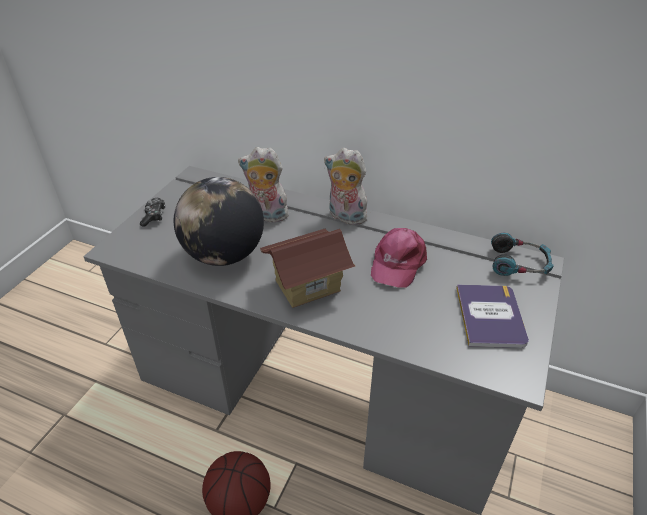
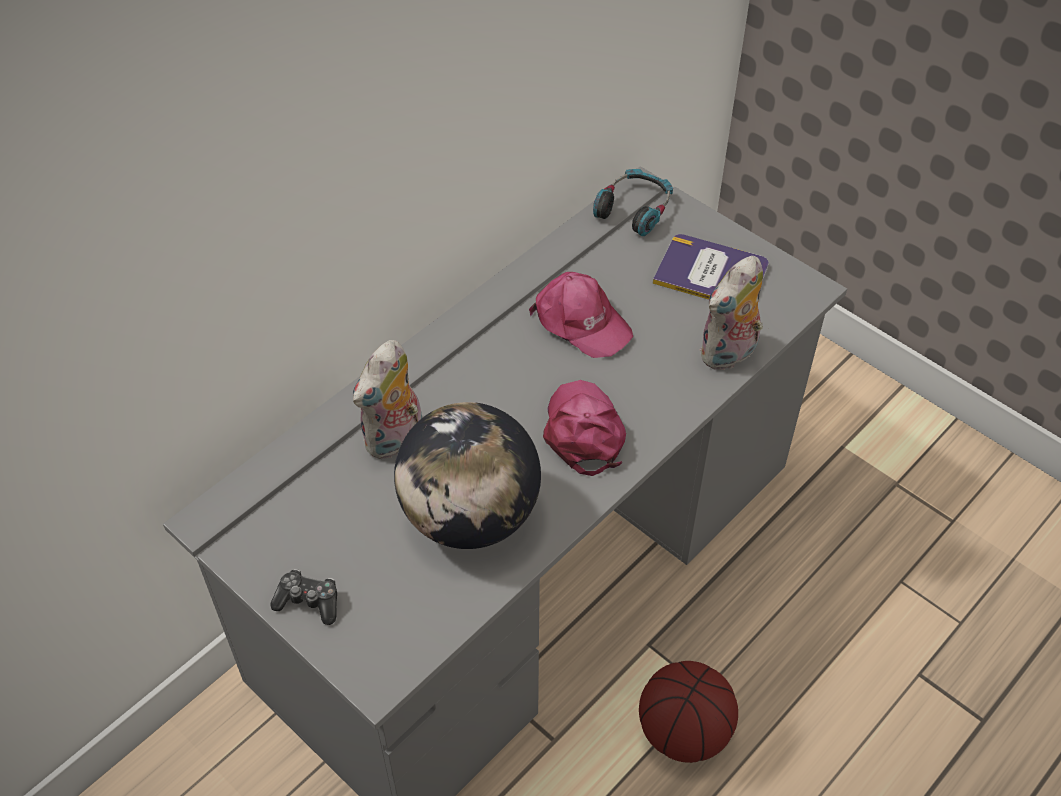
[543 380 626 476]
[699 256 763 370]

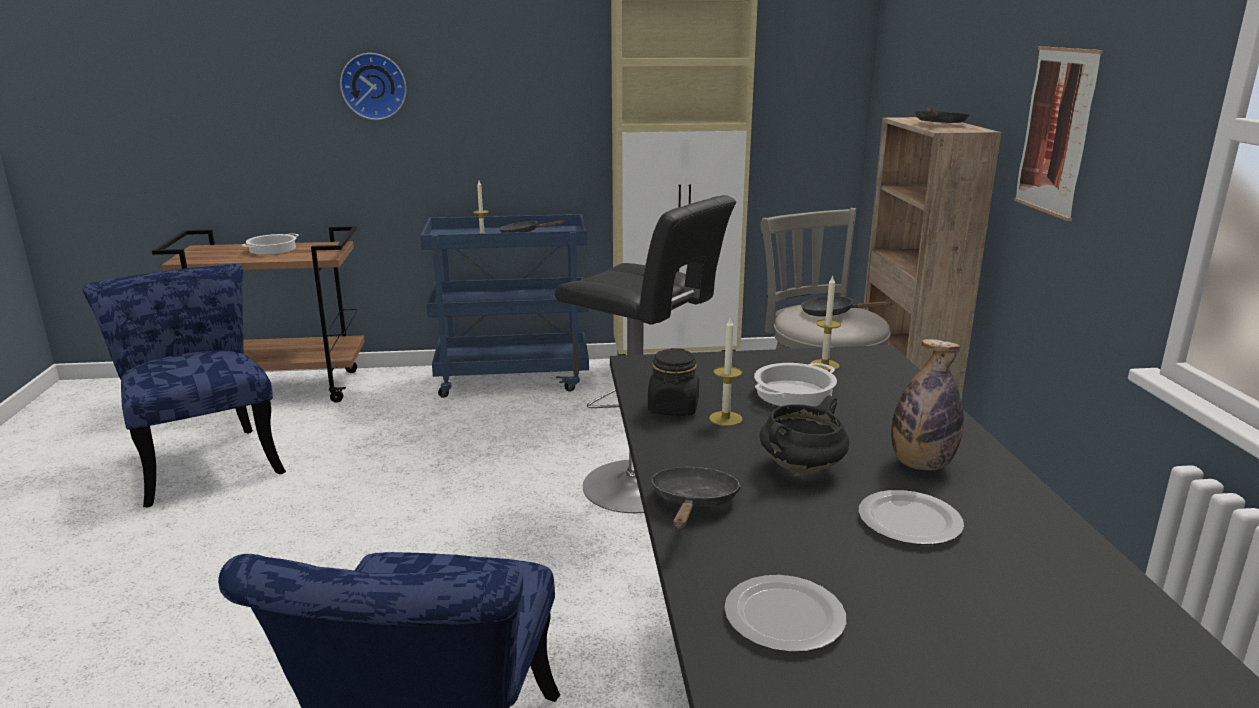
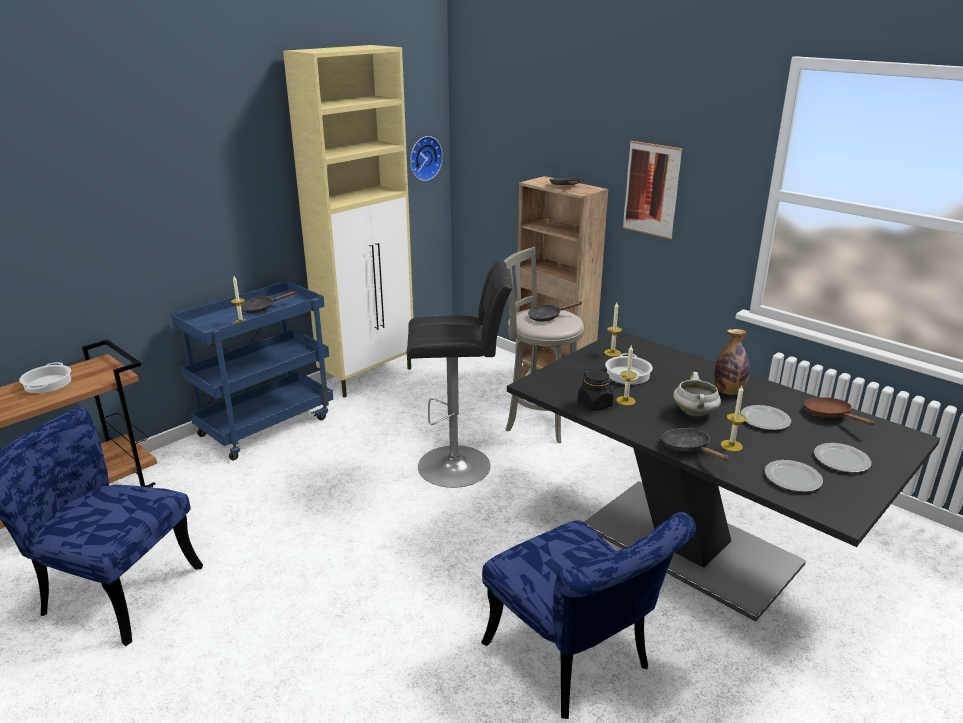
[410 136 443 181]
[673 372 721 416]
[721 386 746 452]
[804 397 875 425]
[814 443 871 473]

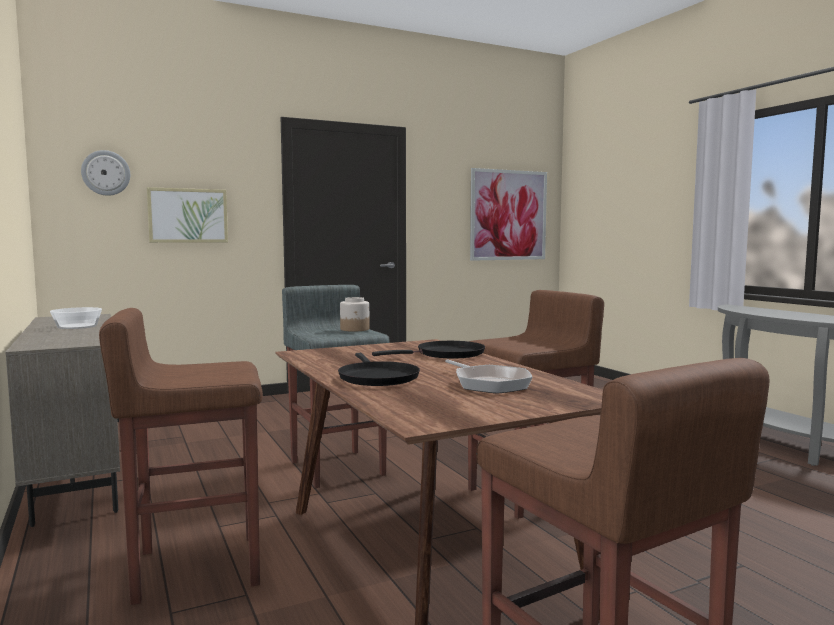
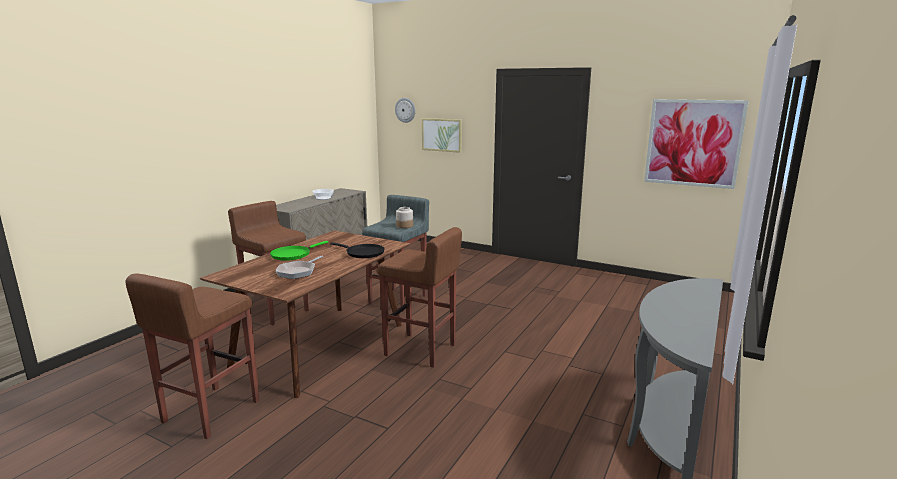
[270 241 328 261]

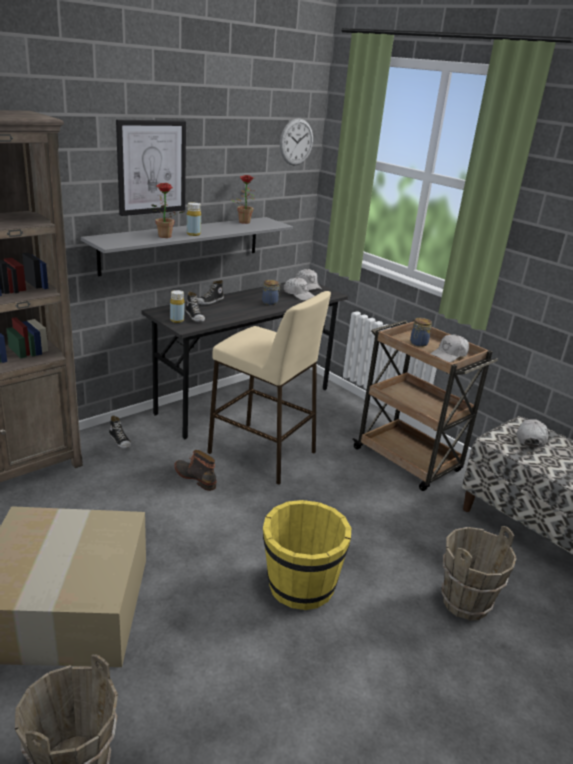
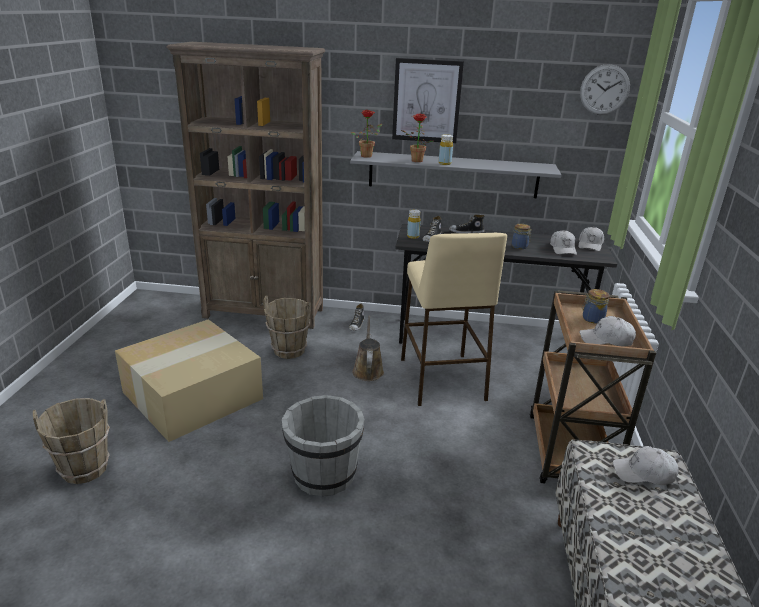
[263 296 311 359]
[282 395 365 497]
[351 110 382 158]
[352 316 384 381]
[613 446 679 485]

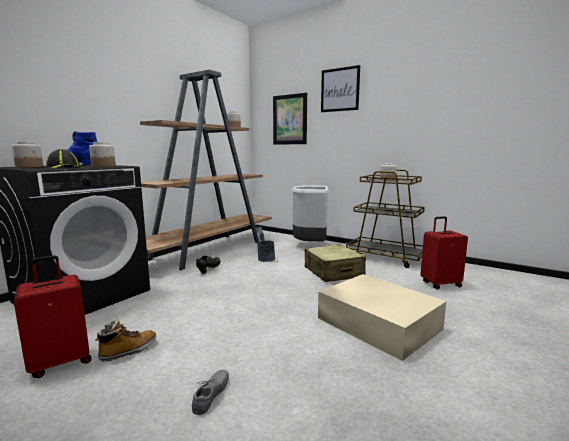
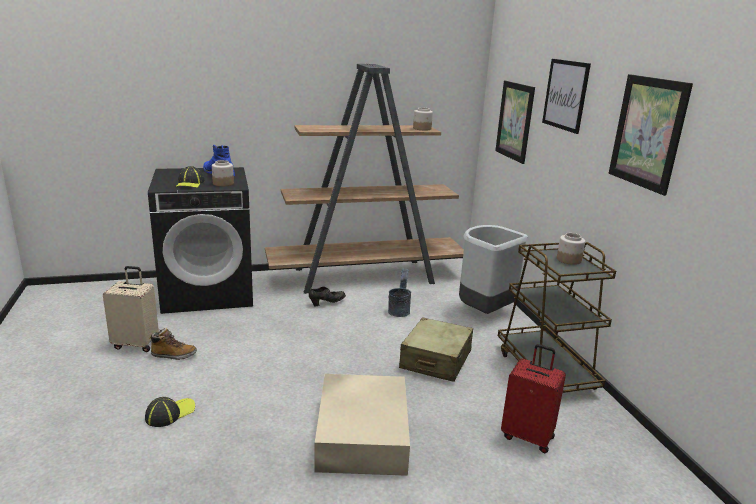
[103 266 159 352]
[145 397 195 427]
[609 74 693 196]
[12 141 43 168] (first image)

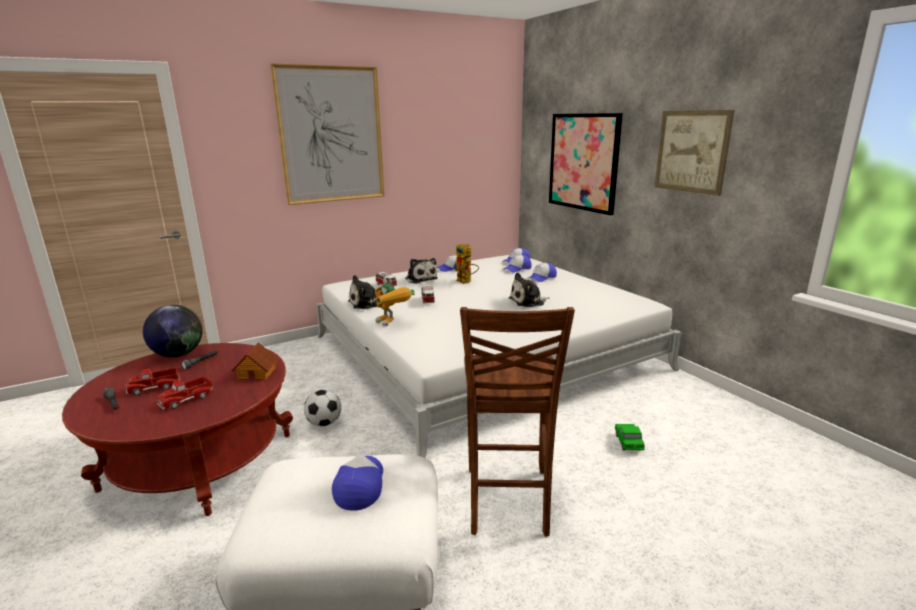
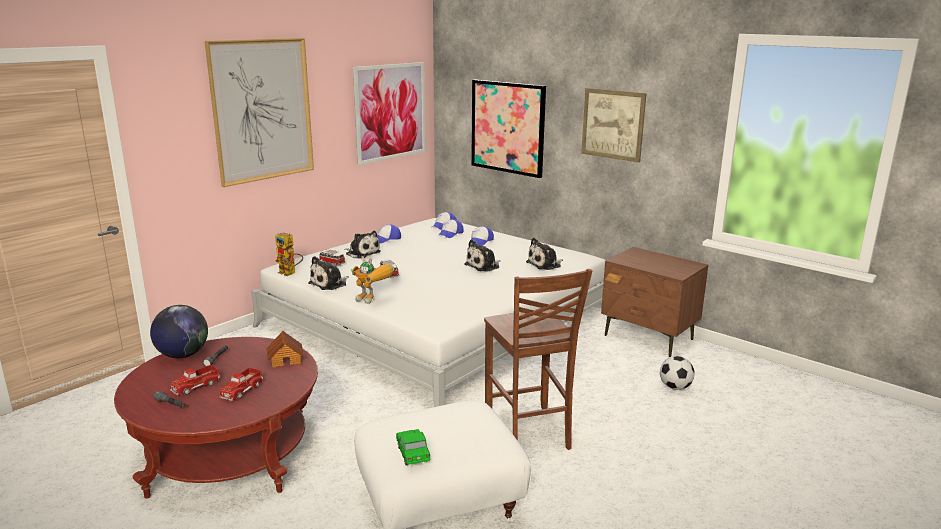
[275 233 303 276]
[353 62 425 165]
[396 429 431 465]
[526 238 563 270]
[601 247 708 357]
[660 356 695 390]
[332 454 383 511] (first image)

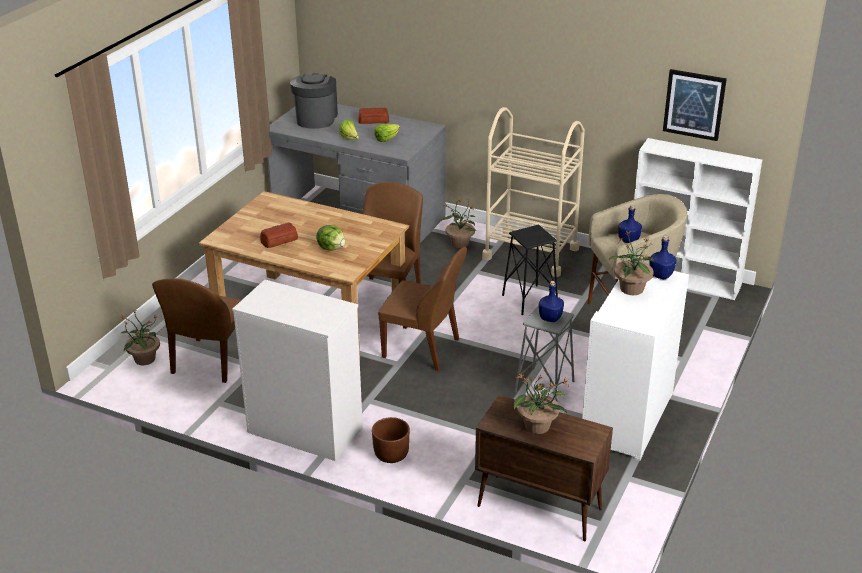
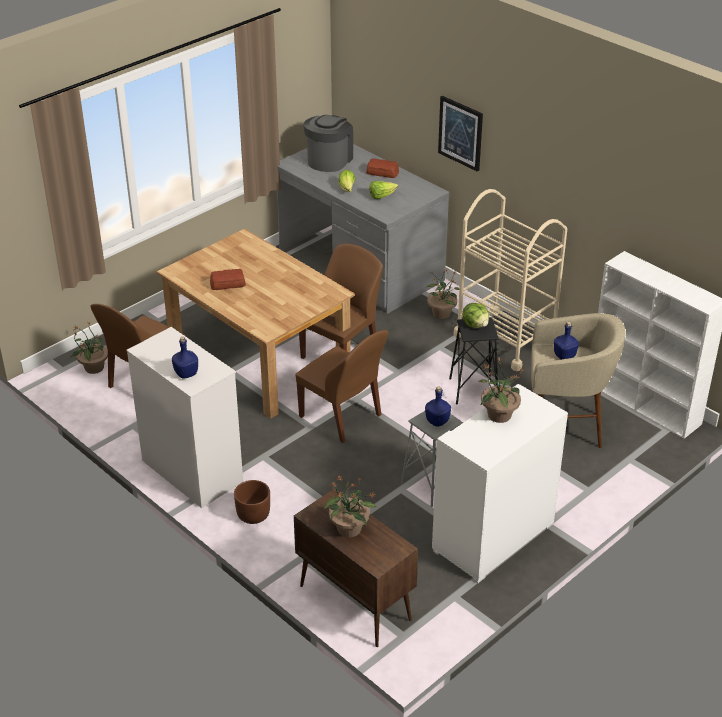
[172 337 198 379]
[438 96 483 172]
[462 303 489 328]

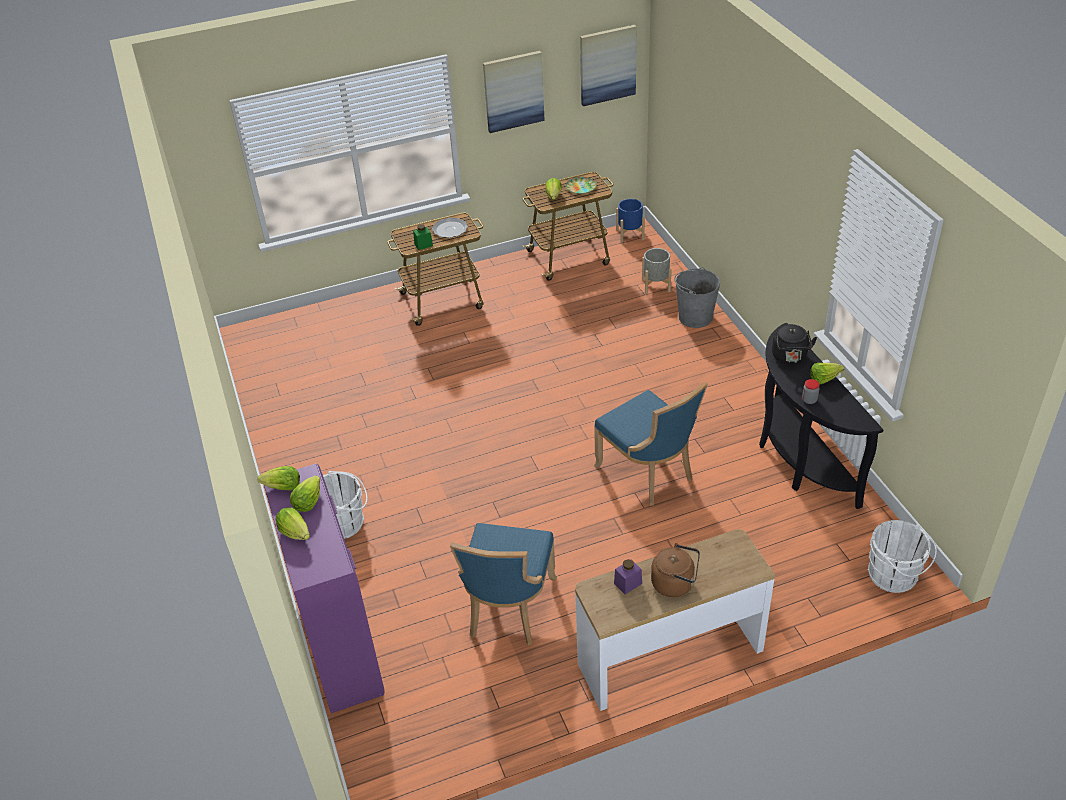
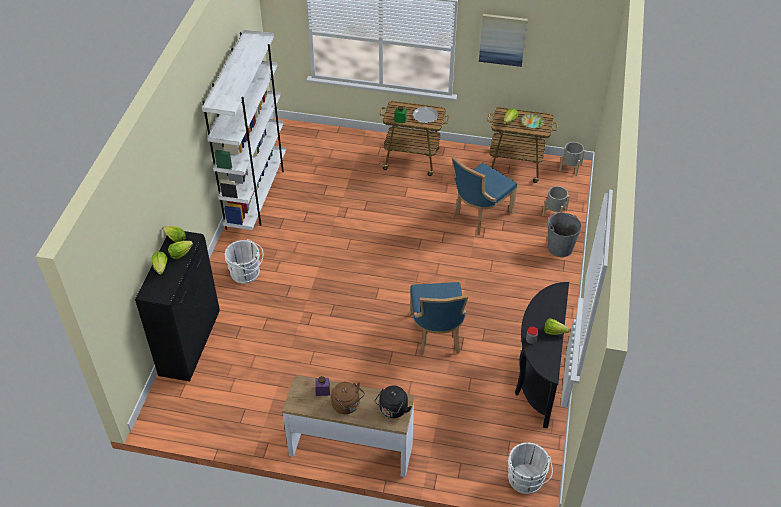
[135 231 220 381]
[202 30 286 230]
[375 386 412 418]
[452 156 517 235]
[559 142 585 176]
[580 25 637 106] (first image)

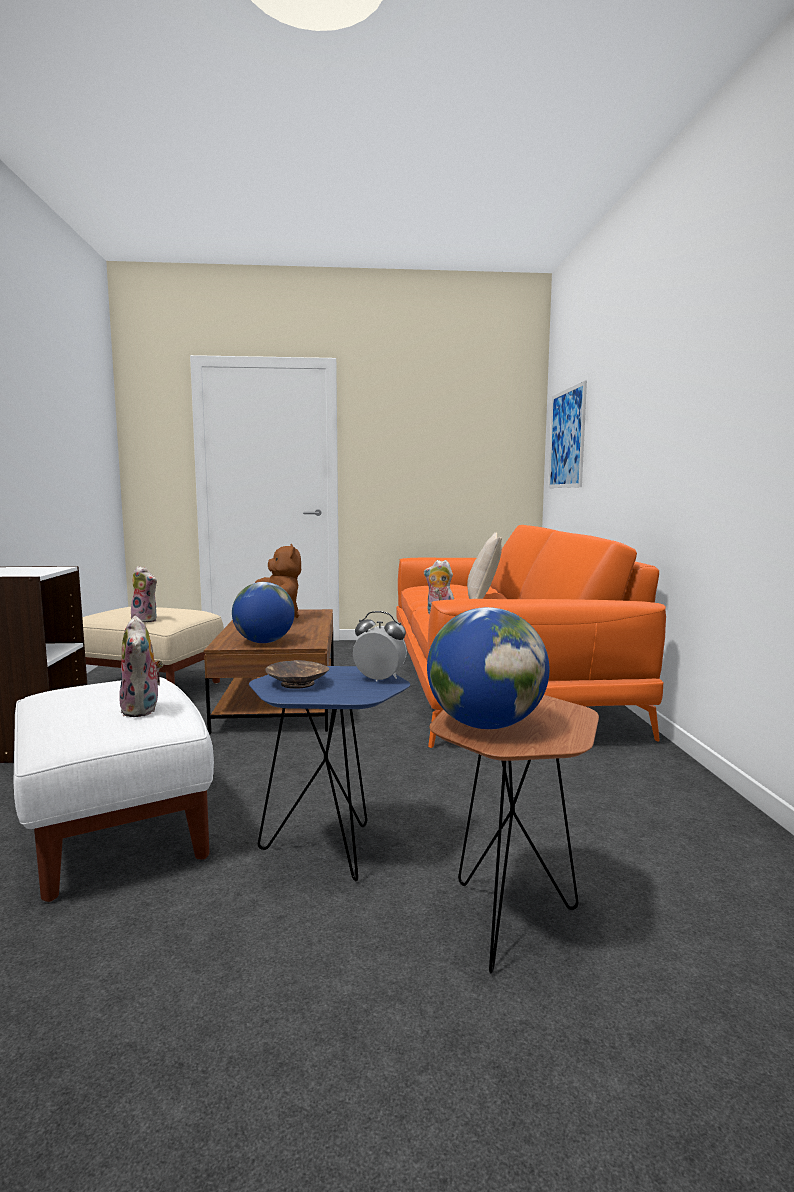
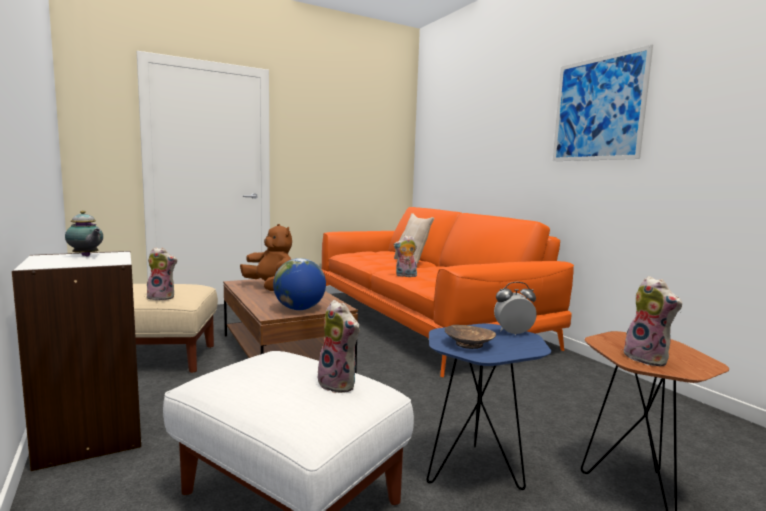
[65 211 103 257]
[553 45 653 161]
[624 276 682 366]

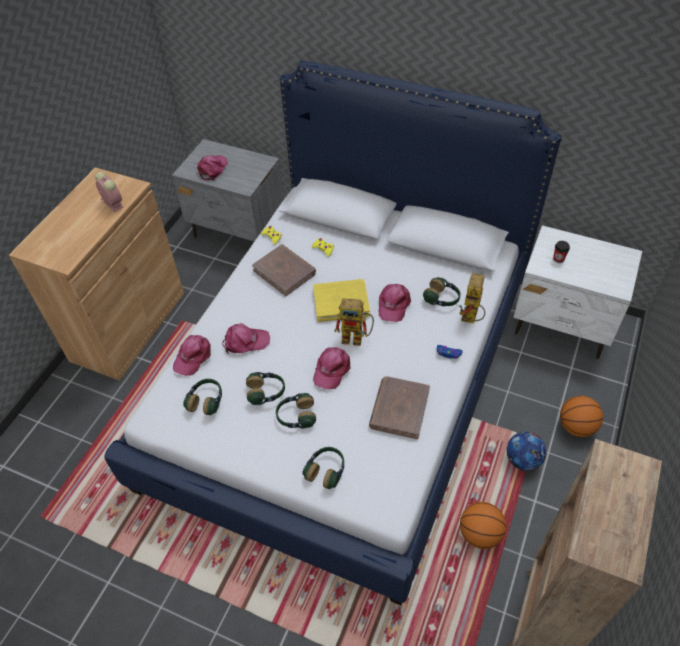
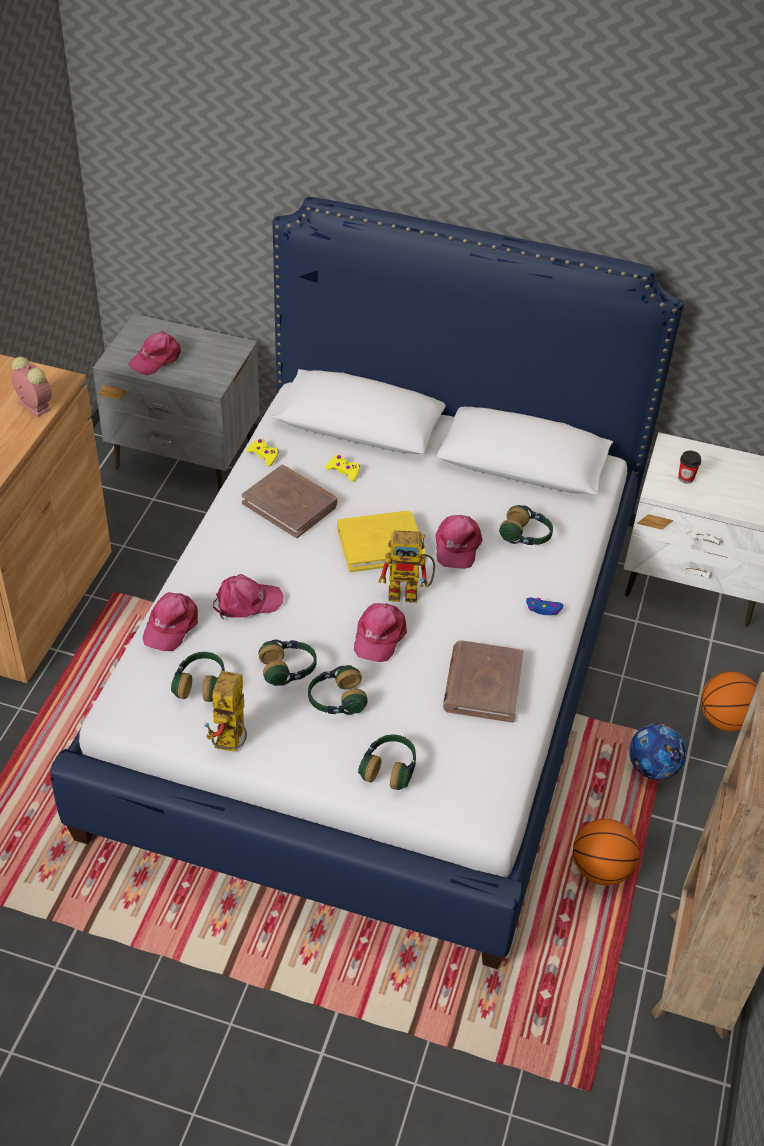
[128 331 181 375]
[204 671 247 752]

